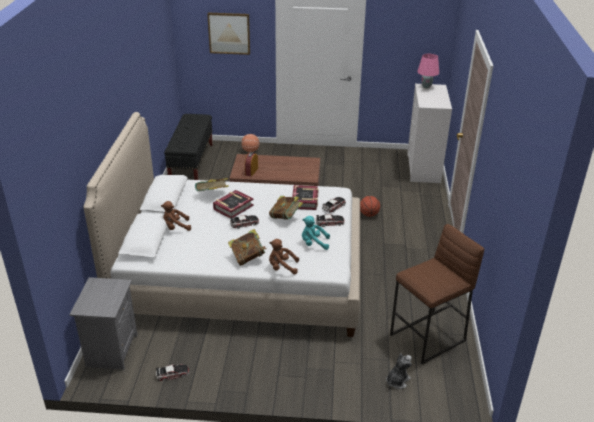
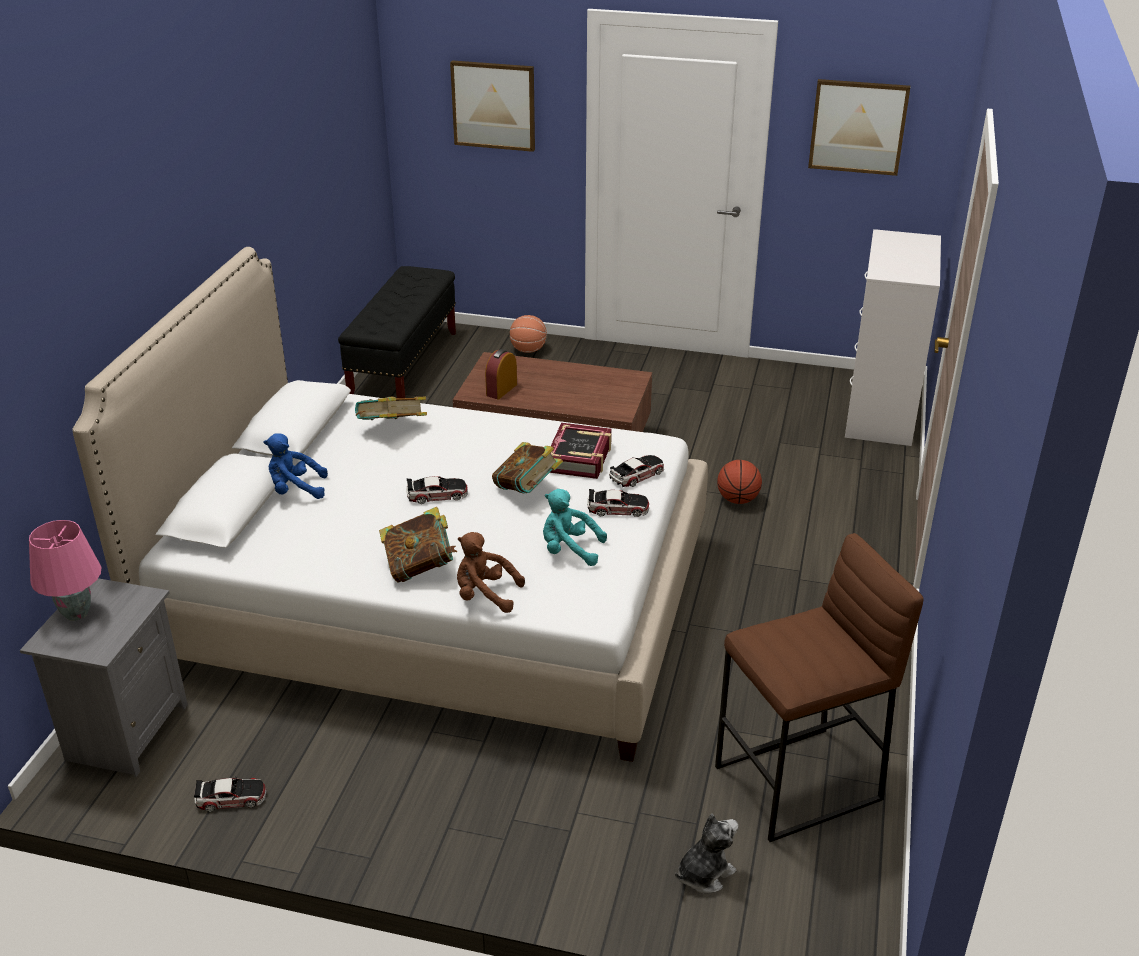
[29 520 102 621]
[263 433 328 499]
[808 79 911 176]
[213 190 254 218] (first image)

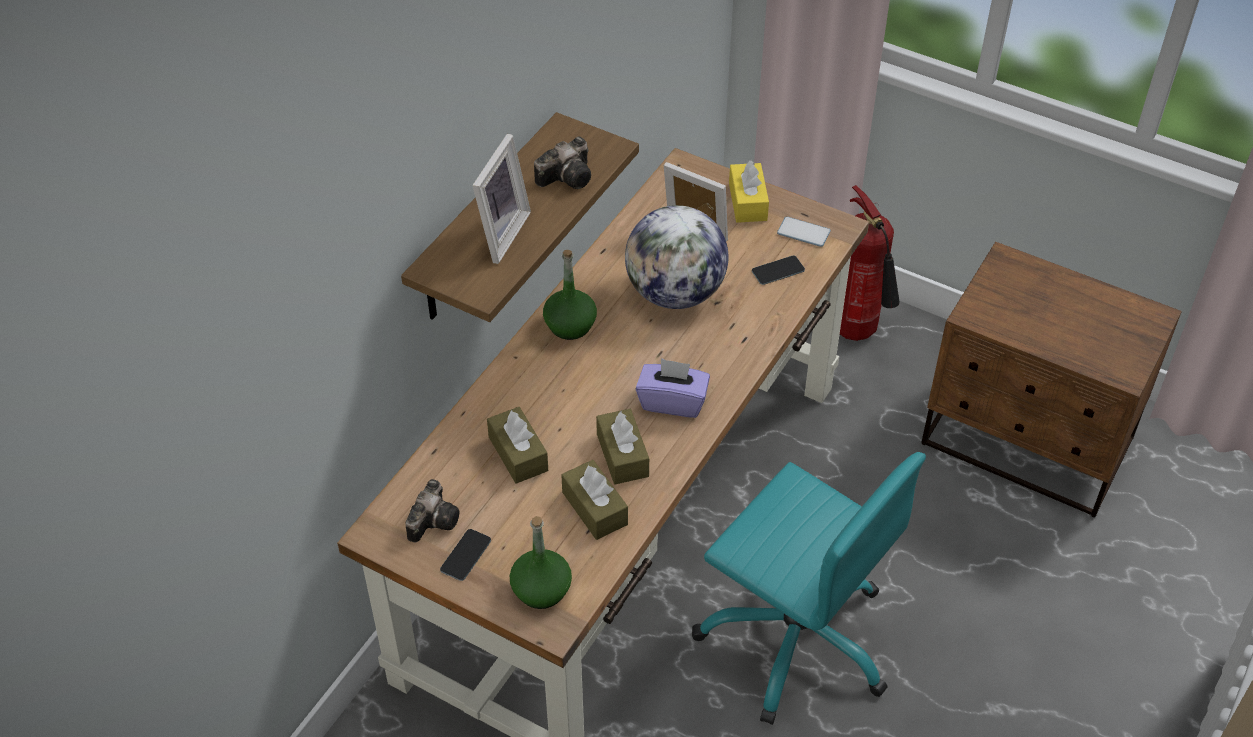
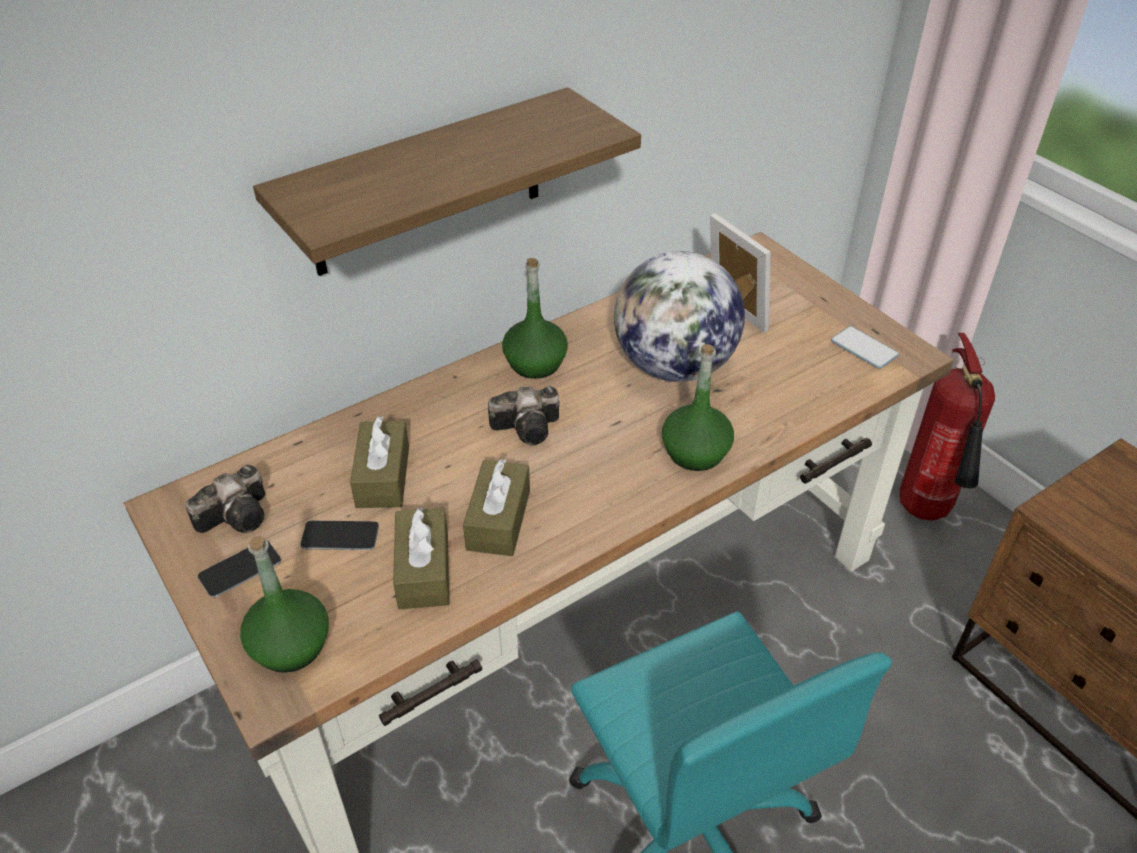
[300 521 379 550]
[488 386 560 445]
[662 344 734 471]
[472 134 531 264] (first image)
[635 358 710 418] (first image)
[729 160 769 223] (first image)

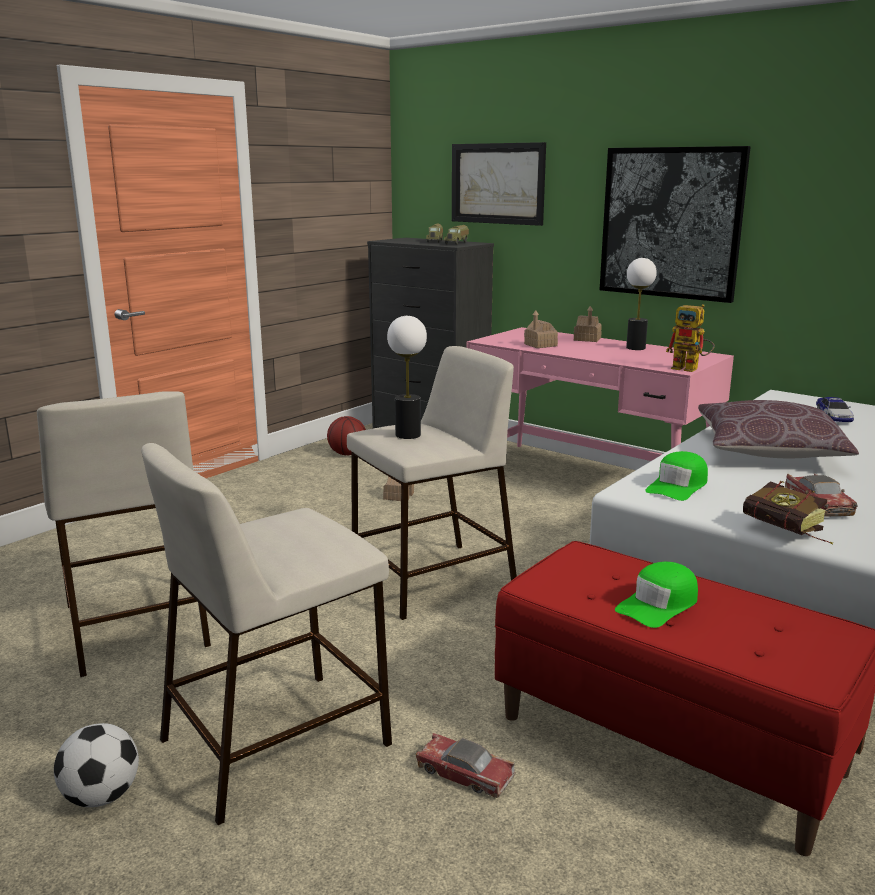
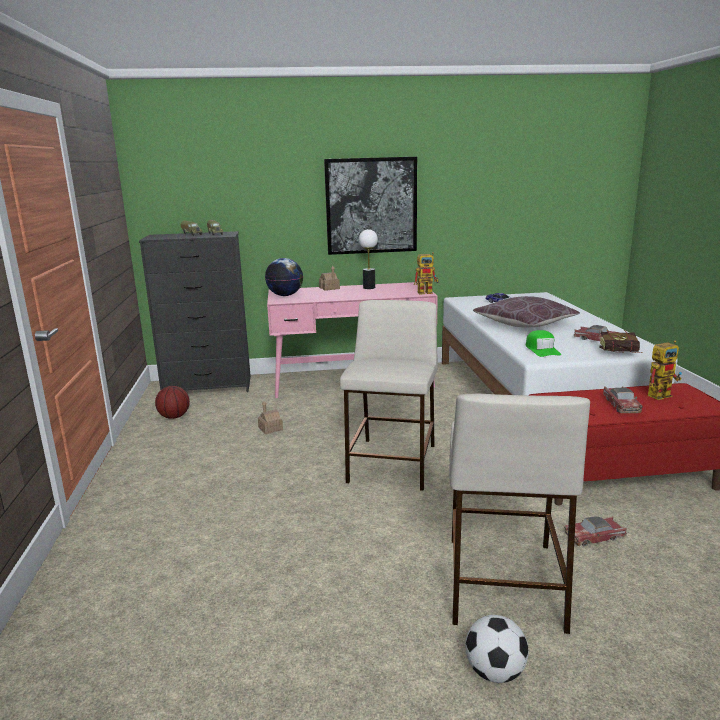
[265 258 303 296]
[603 386 642 413]
[647 340 682 400]
[37 391 211 677] (first image)
[387 316 427 439] (first image)
[452 142 546 226] (first image)
[524 311 558 348] (first image)

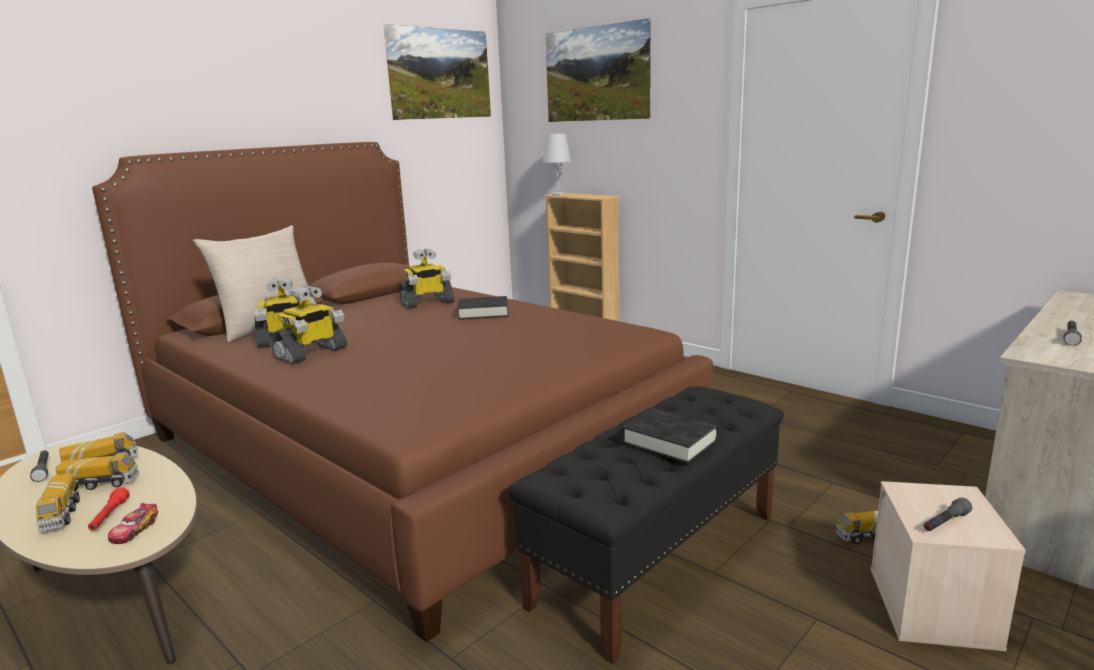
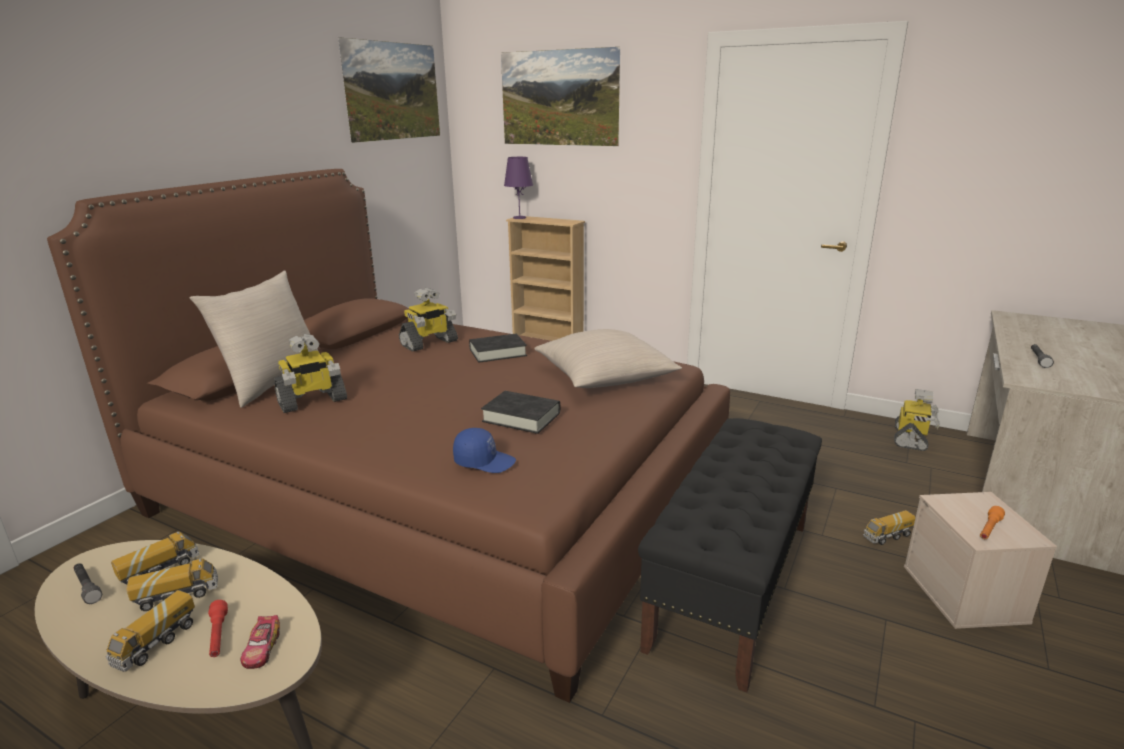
[106 590 195 672]
[453 428 516 473]
[481 391 560 434]
[504 157 533 219]
[534 329 682 388]
[894 389 940 451]
[980 506 1005 539]

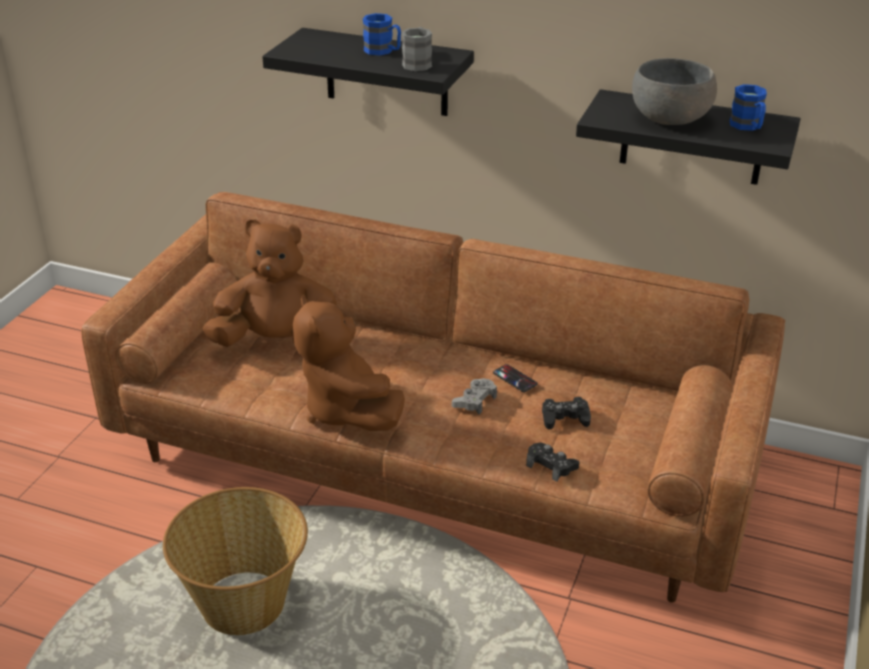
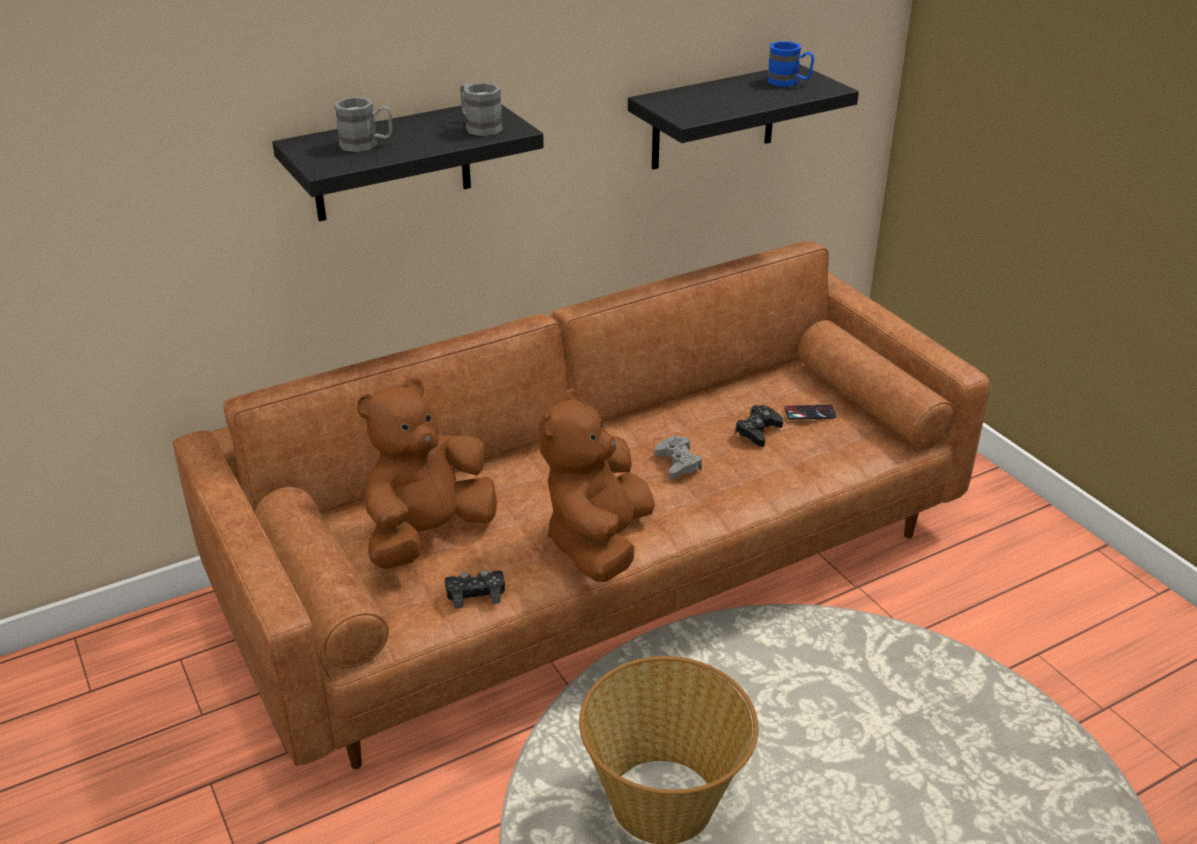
[334 97 392 152]
[445 570 505 609]
[538 388 655 582]
[784 405 836 420]
[363 13 401 55] (first image)
[632 58 717 125] (first image)

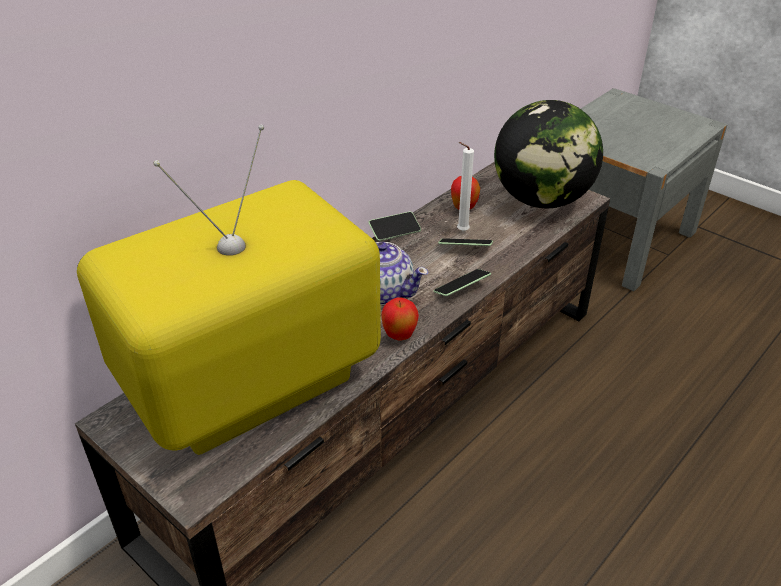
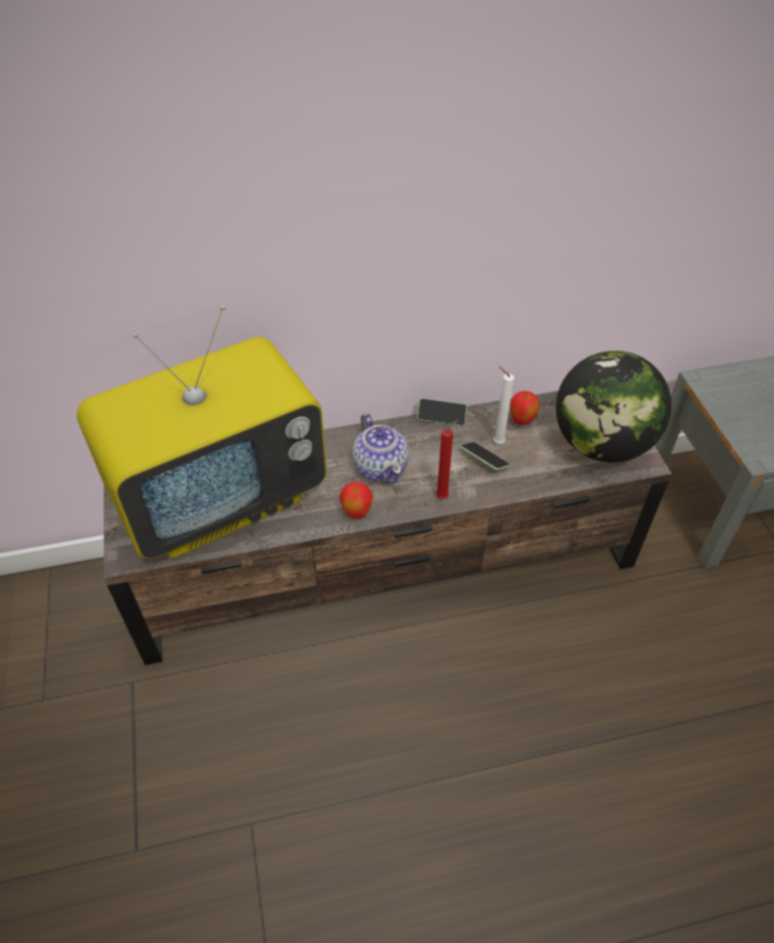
[77 305 327 559]
[436 420 459 499]

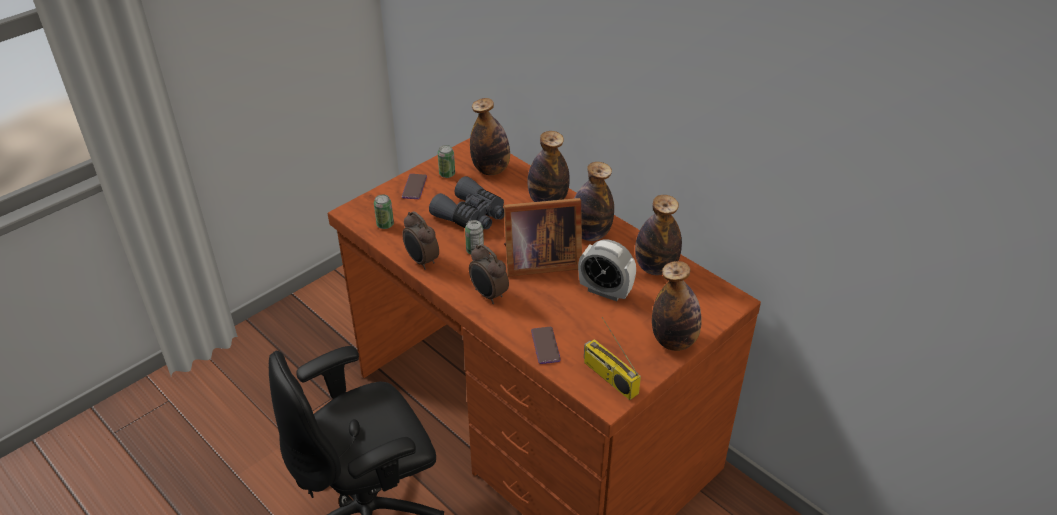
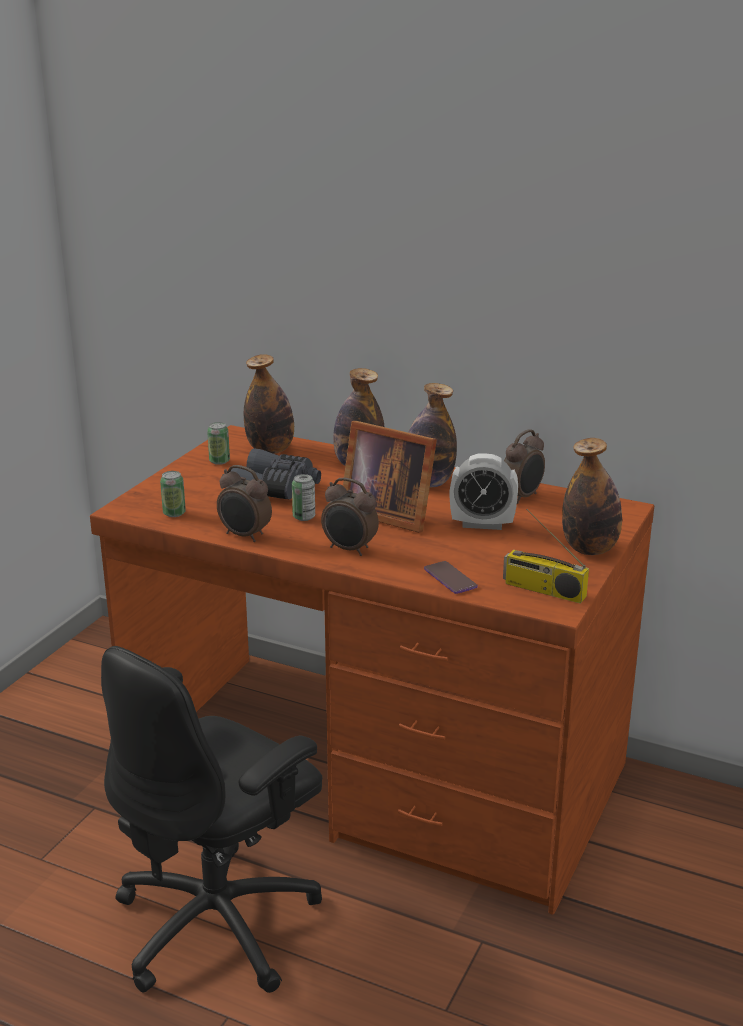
[343 421 437 533]
[504 429 545 504]
[402 174 427 199] (first image)

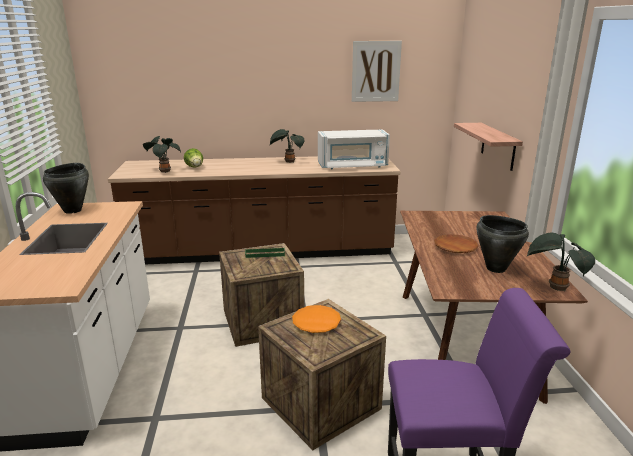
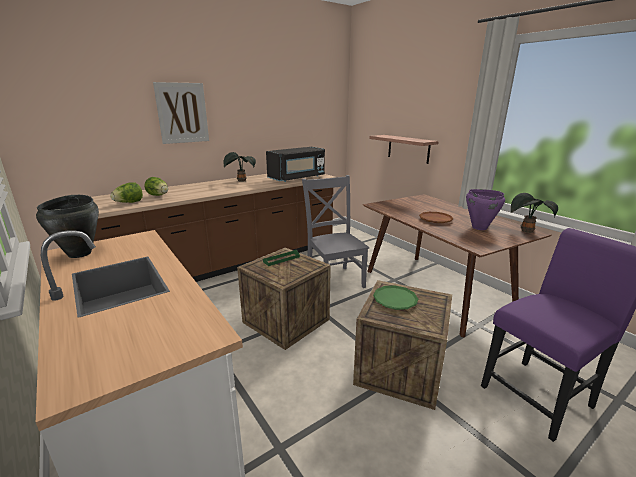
[110 182 143 203]
[153 82 209 144]
[266 147 325 182]
[302 175 369 288]
[373 285 418 310]
[466 189 505 230]

